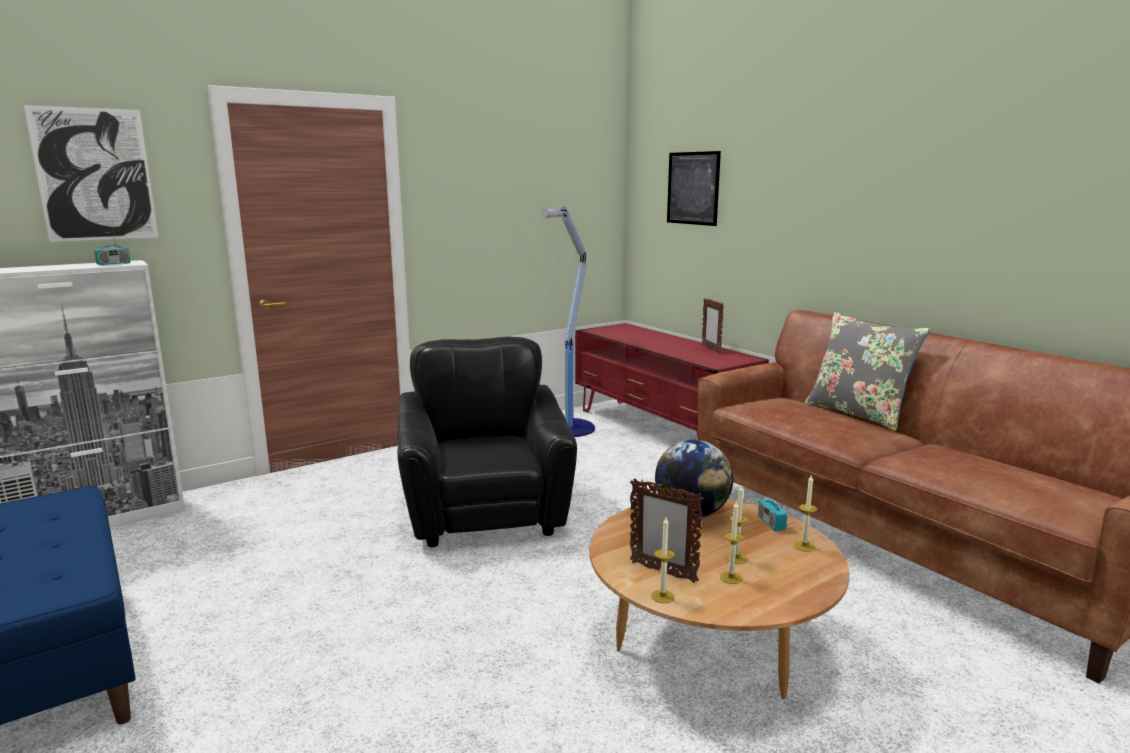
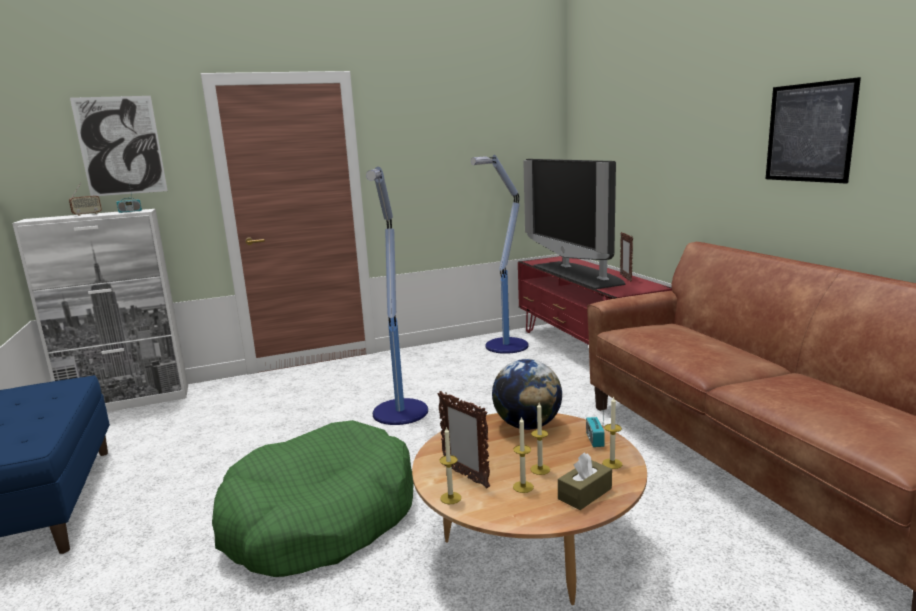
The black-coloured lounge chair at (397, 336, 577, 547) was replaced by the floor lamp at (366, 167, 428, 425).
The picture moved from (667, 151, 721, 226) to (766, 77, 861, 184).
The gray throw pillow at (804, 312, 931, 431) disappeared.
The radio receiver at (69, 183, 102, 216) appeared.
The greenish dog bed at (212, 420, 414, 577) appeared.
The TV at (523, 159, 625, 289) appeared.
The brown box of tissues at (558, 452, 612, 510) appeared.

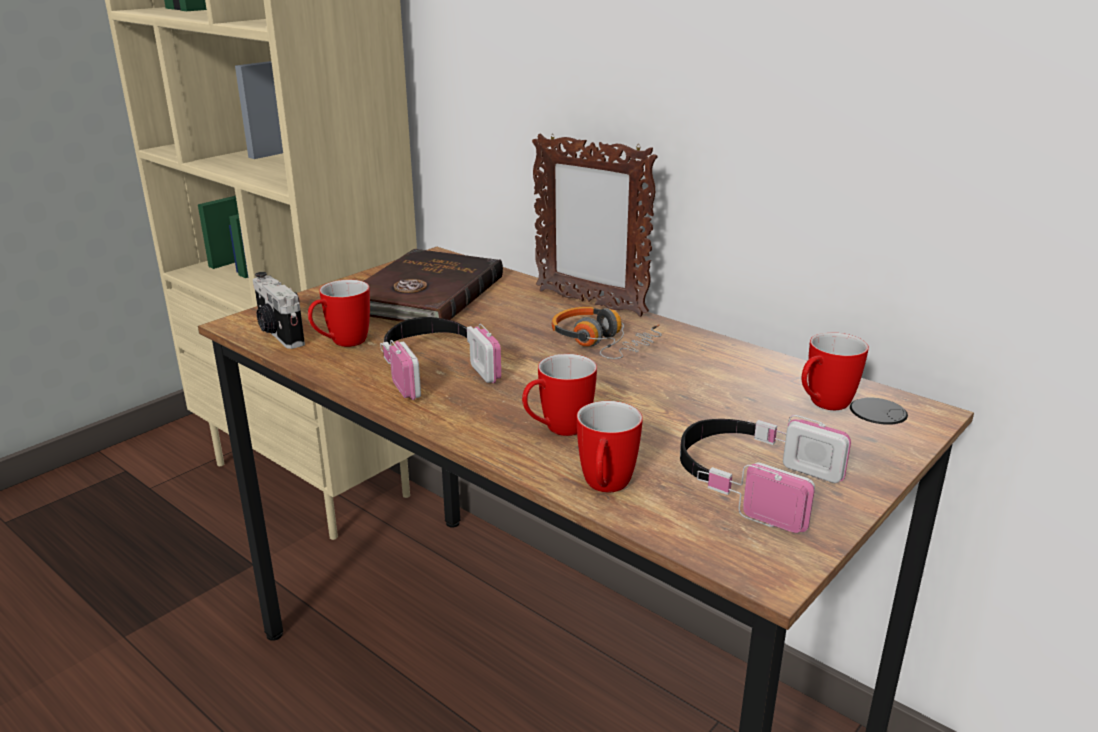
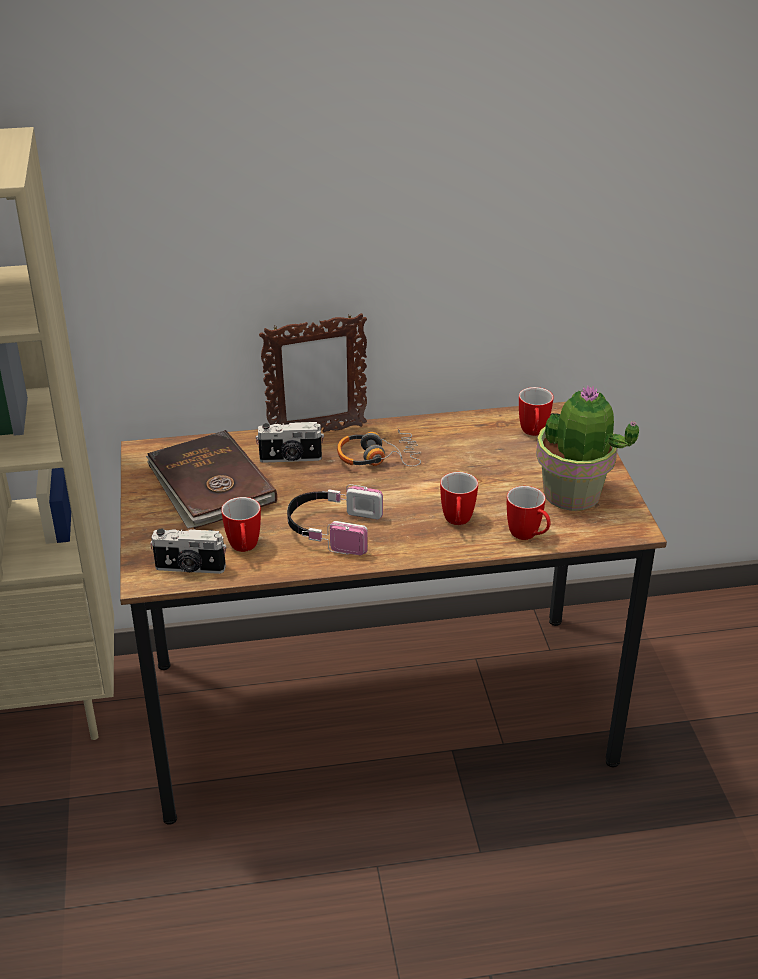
The headphones at (680, 415, 851, 533) was replaced by the potted plant at (536, 385, 639, 511).
The still camera at (256, 422, 324, 463) appeared.

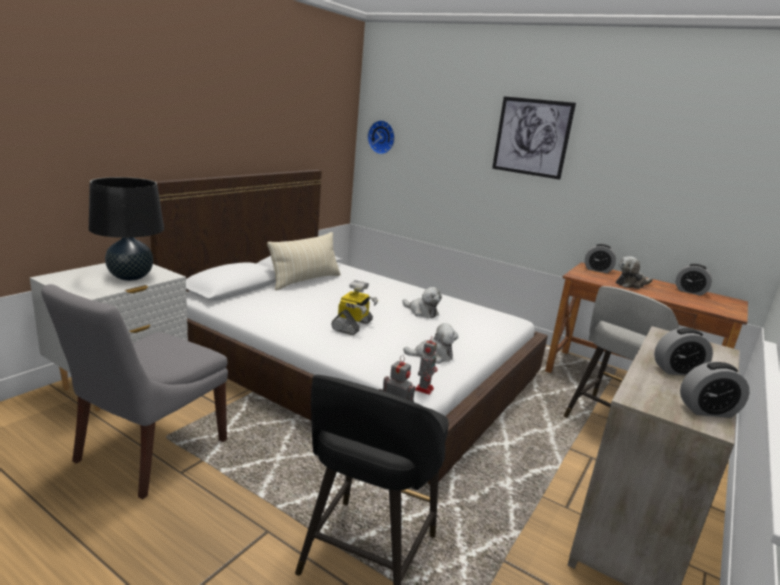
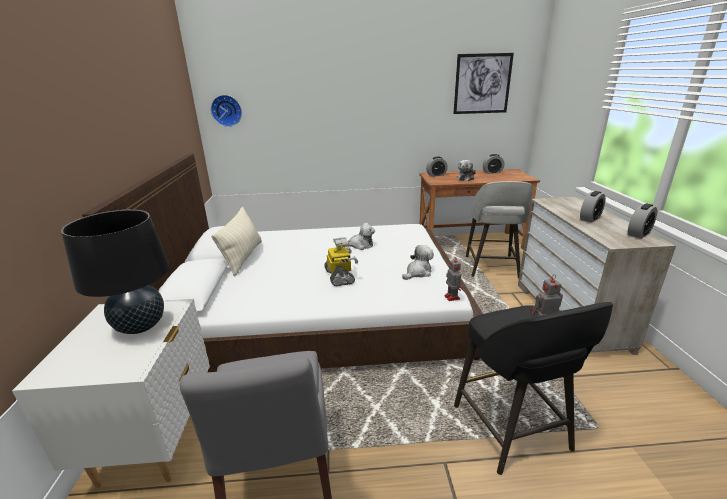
The picture moved from (492, 96, 576, 180) to (453, 53, 514, 114).

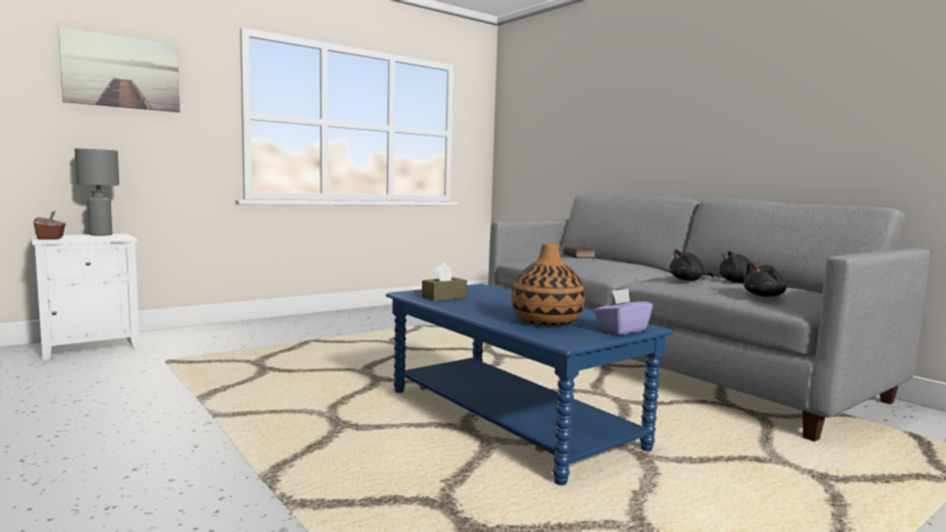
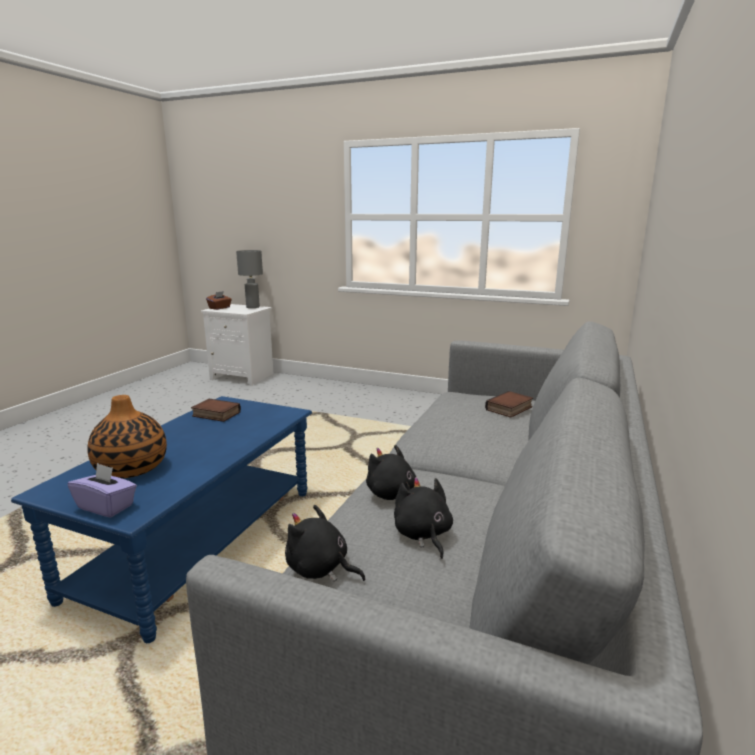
The picture at (58, 27, 180, 112) disappeared.
The brown box of tissues at (422, 263, 467, 301) was replaced by the volume at (191, 399, 241, 422).

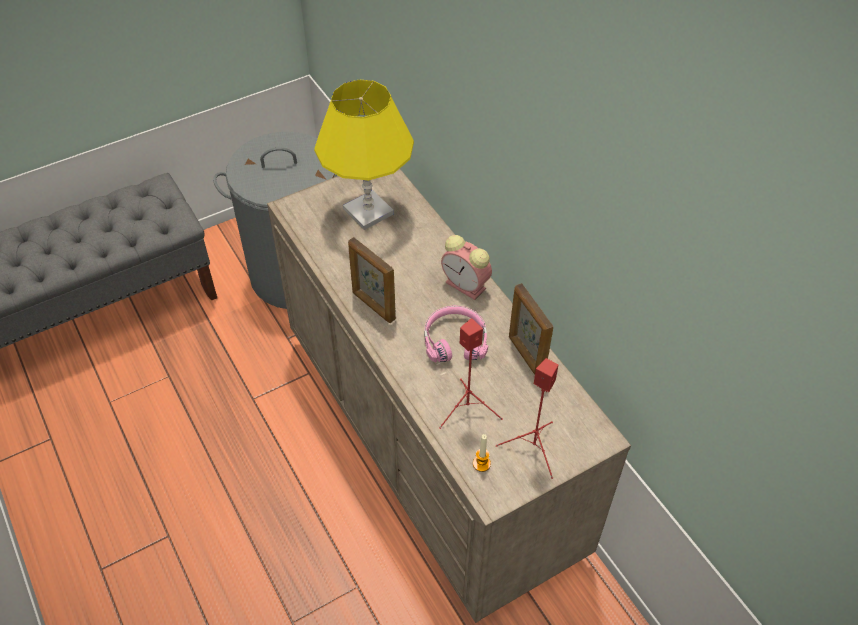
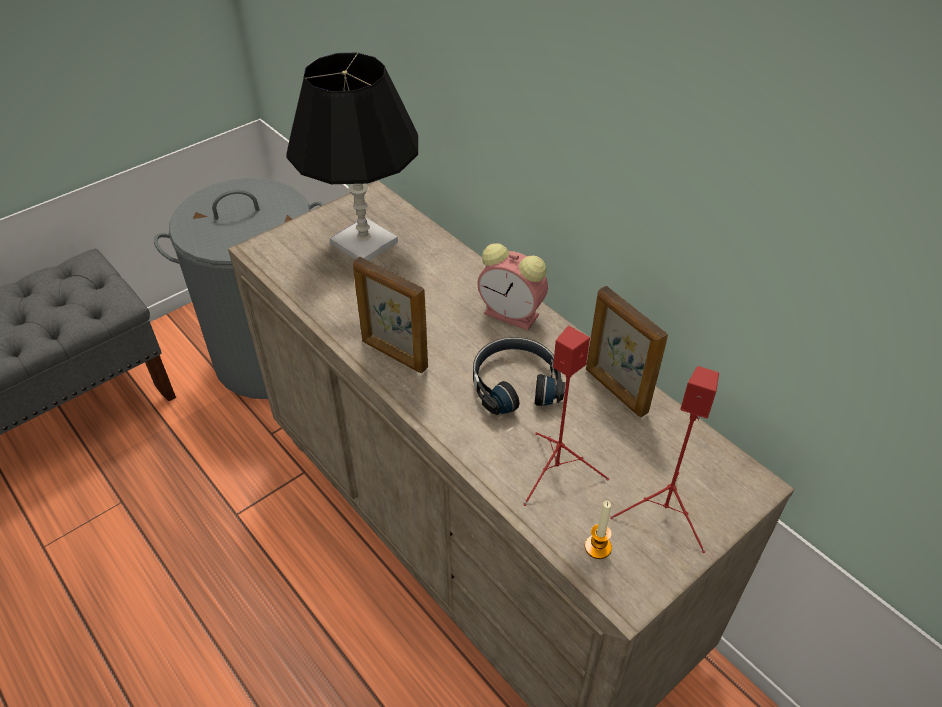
The yellowish tabletop lamp at (314, 79, 414, 230) became the black-coloured tabletop lamp at (286, 53, 418, 261).
The pinkish headphones at (425, 306, 488, 362) became the black-coloured headphones at (473, 337, 565, 415).

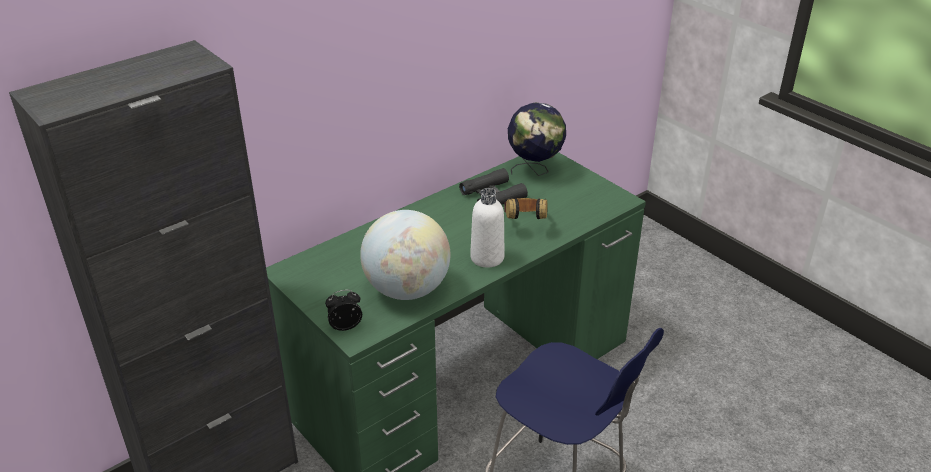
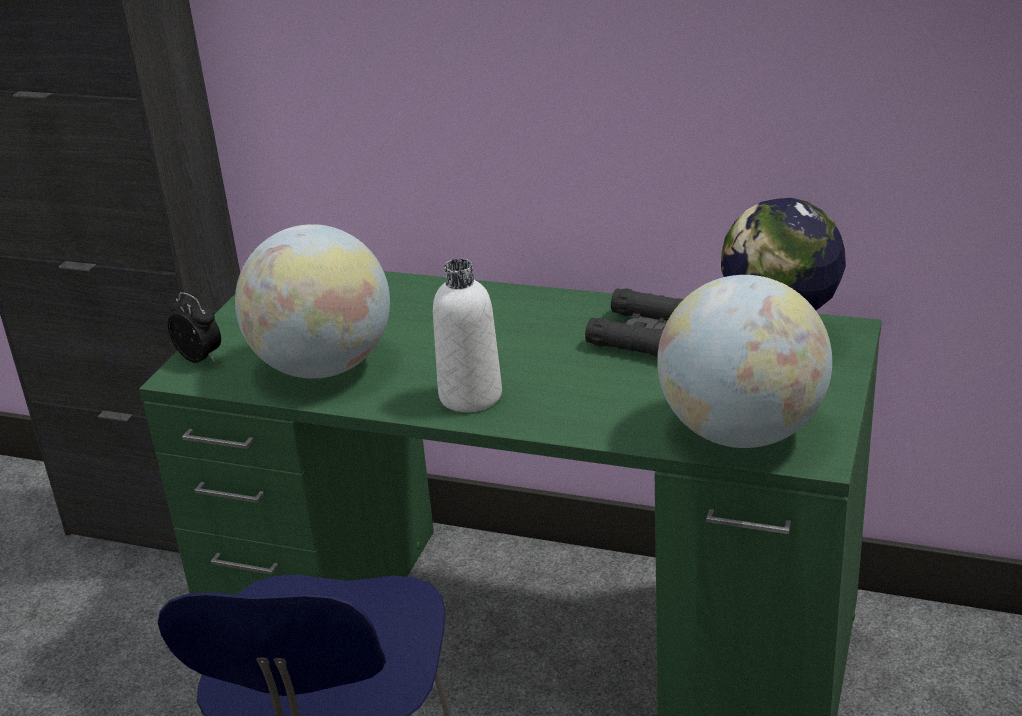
The headphones at (504, 198, 548, 219) disappeared.
The globe at (657, 275, 832, 448) appeared.

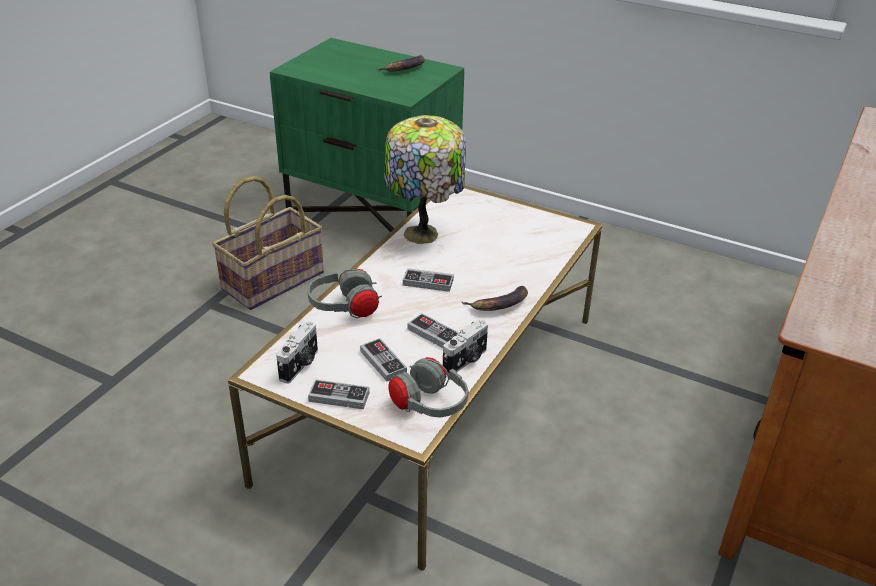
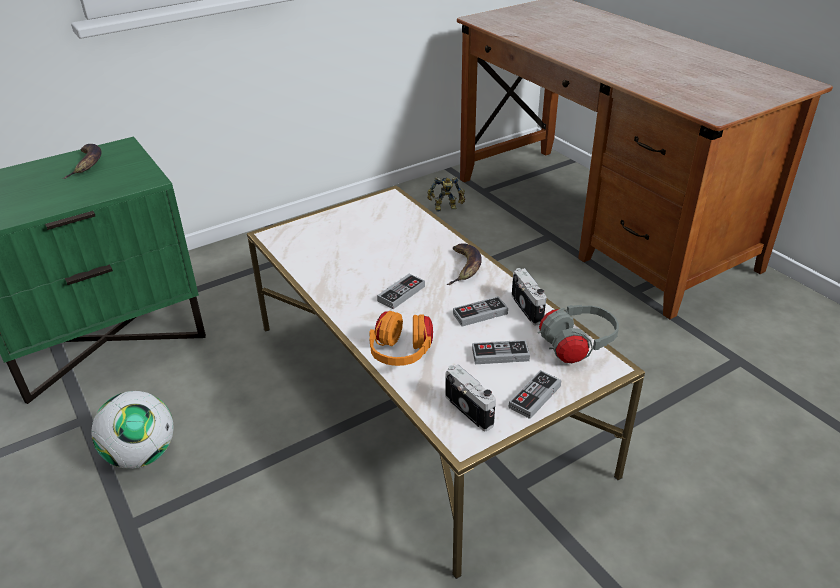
The basket at (212, 176, 324, 310) was replaced by the football at (91, 391, 174, 469).
The gray headphones at (308, 268, 382, 318) became the orange-coloured headphones at (369, 311, 433, 366).
The tabletop lamp at (384, 115, 466, 244) disappeared.
The toy robot at (427, 177, 465, 212) appeared.

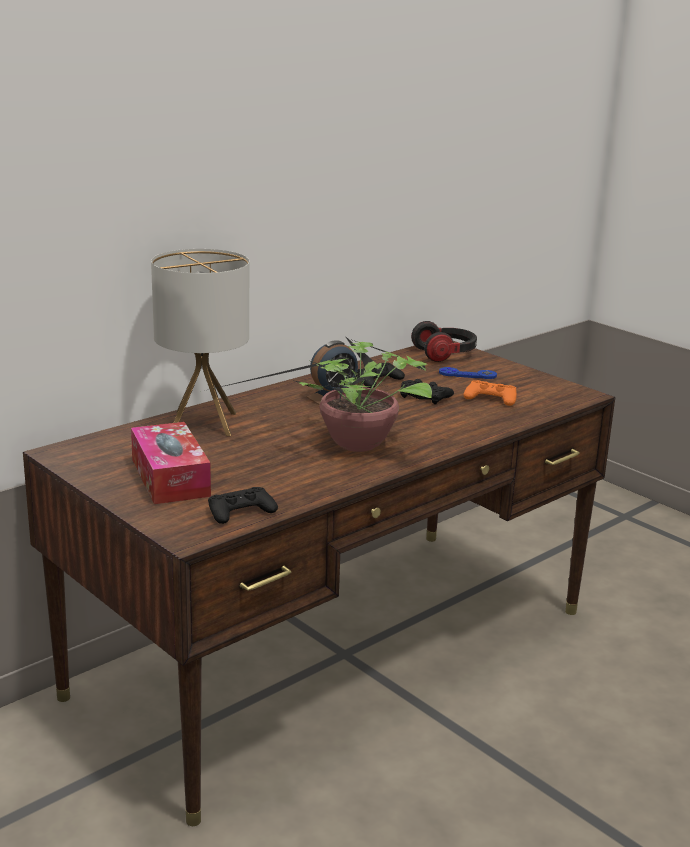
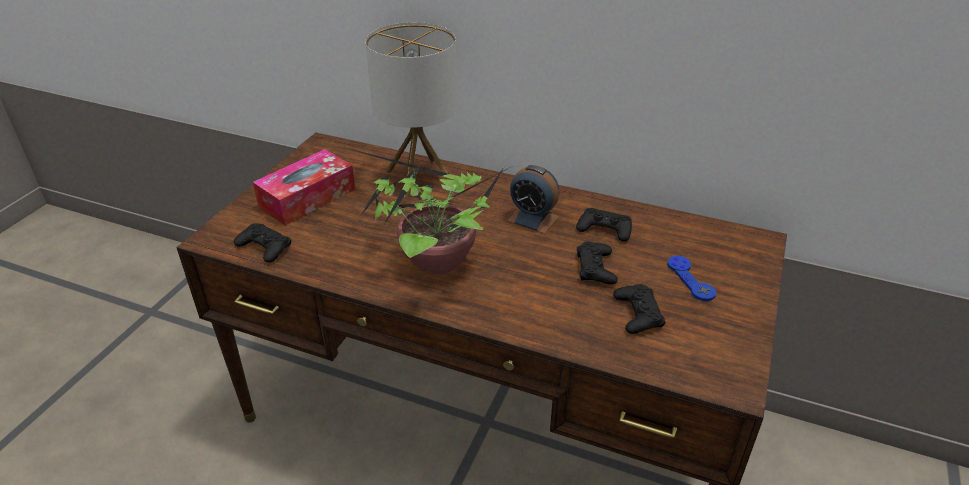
The headphones at (411, 321, 477, 362) disappeared.
The orange-coloured joypad at (463, 380, 517, 406) became the black-coloured joypad at (613, 284, 666, 334).

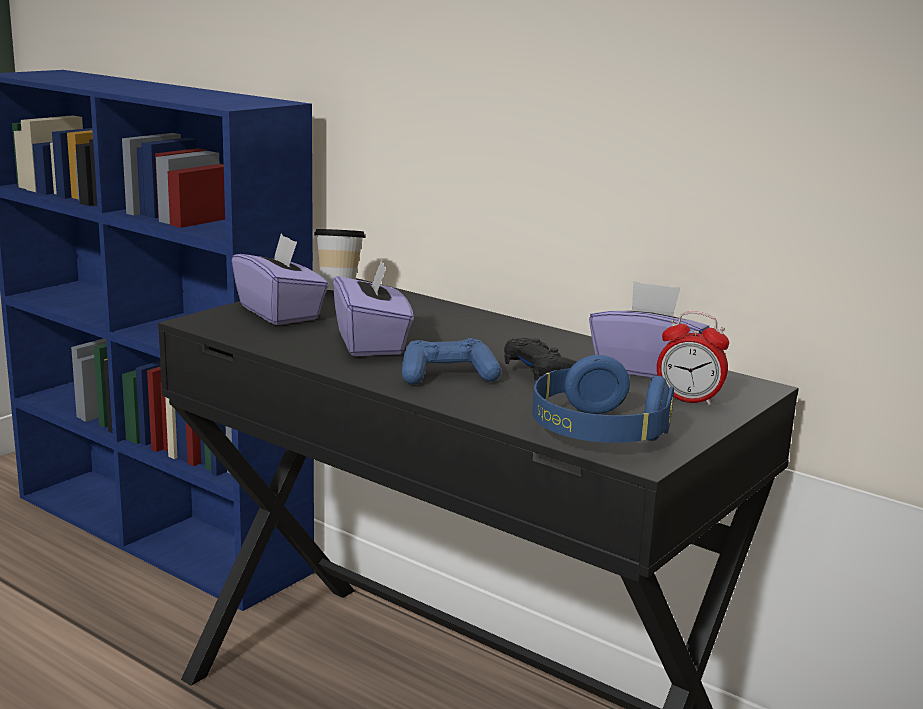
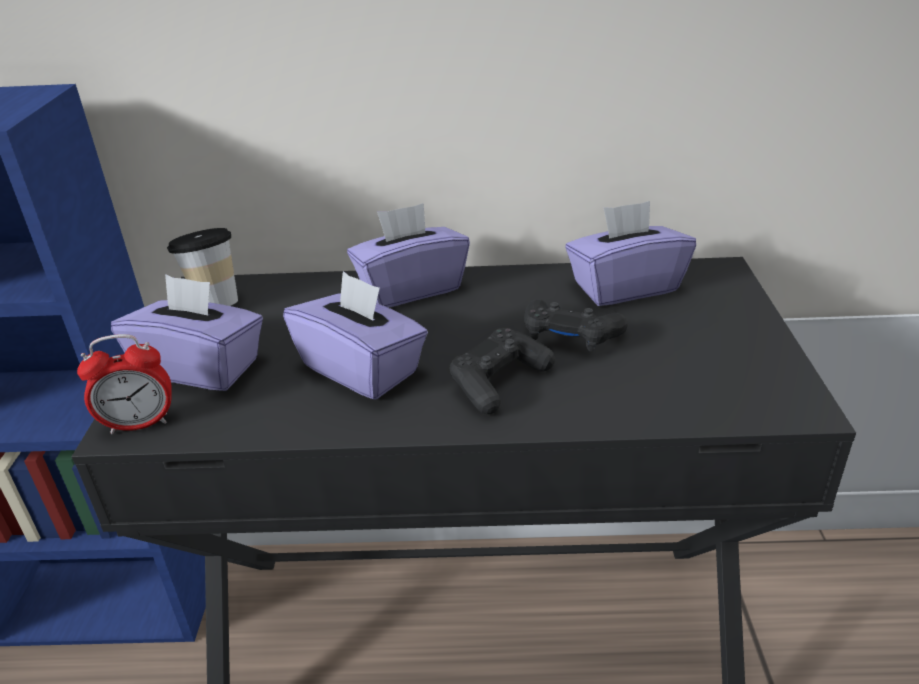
The bluish joypad at (402, 338, 501, 385) became the black-coloured joypad at (450, 328, 555, 414).
The bluish headphones at (532, 355, 674, 443) disappeared.
The alarm clock moved from (657, 311, 729, 406) to (77, 334, 172, 434).
The purple-coloured box of tissues at (347, 203, 470, 307) appeared.

